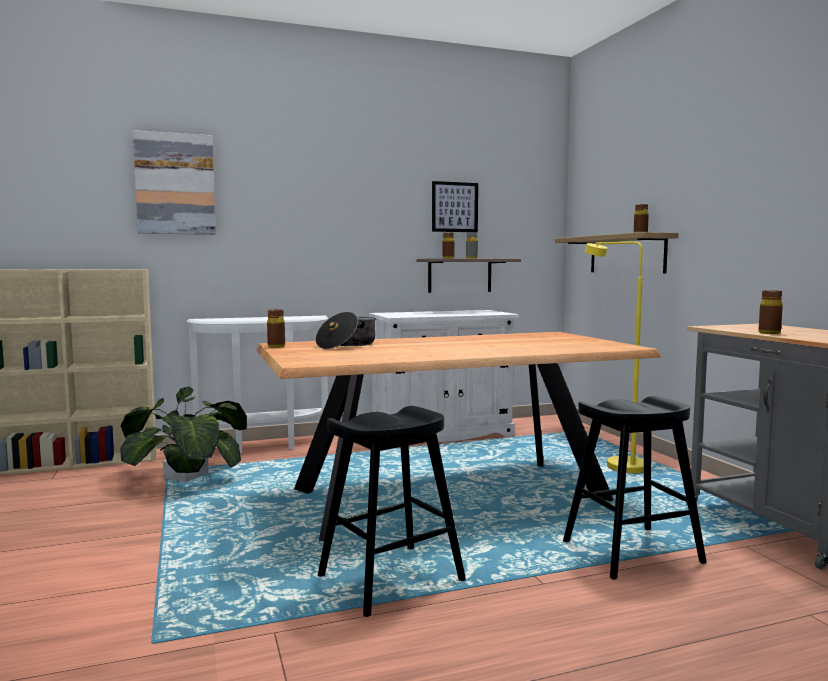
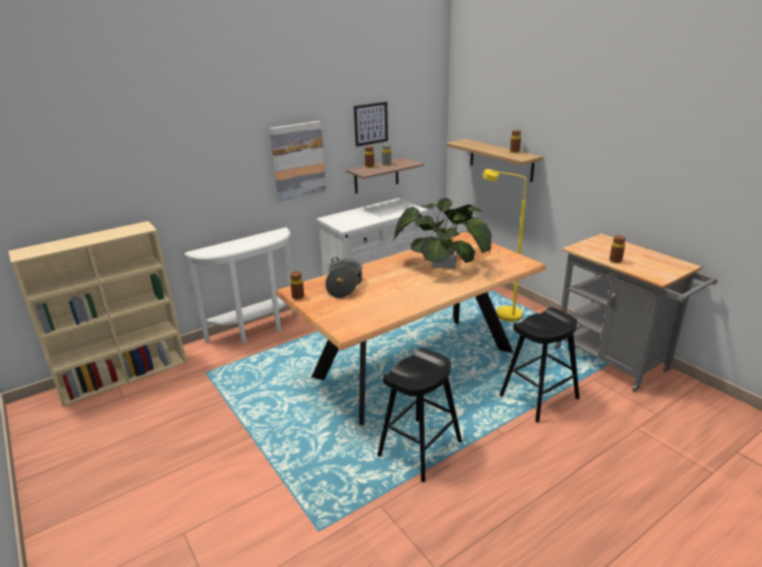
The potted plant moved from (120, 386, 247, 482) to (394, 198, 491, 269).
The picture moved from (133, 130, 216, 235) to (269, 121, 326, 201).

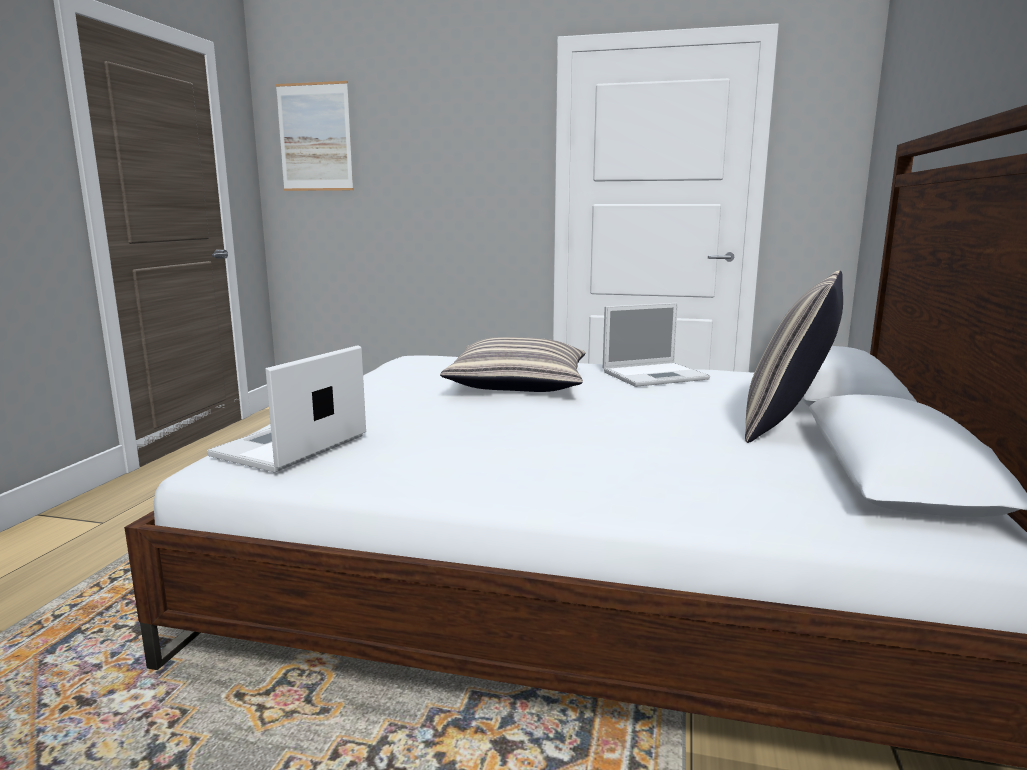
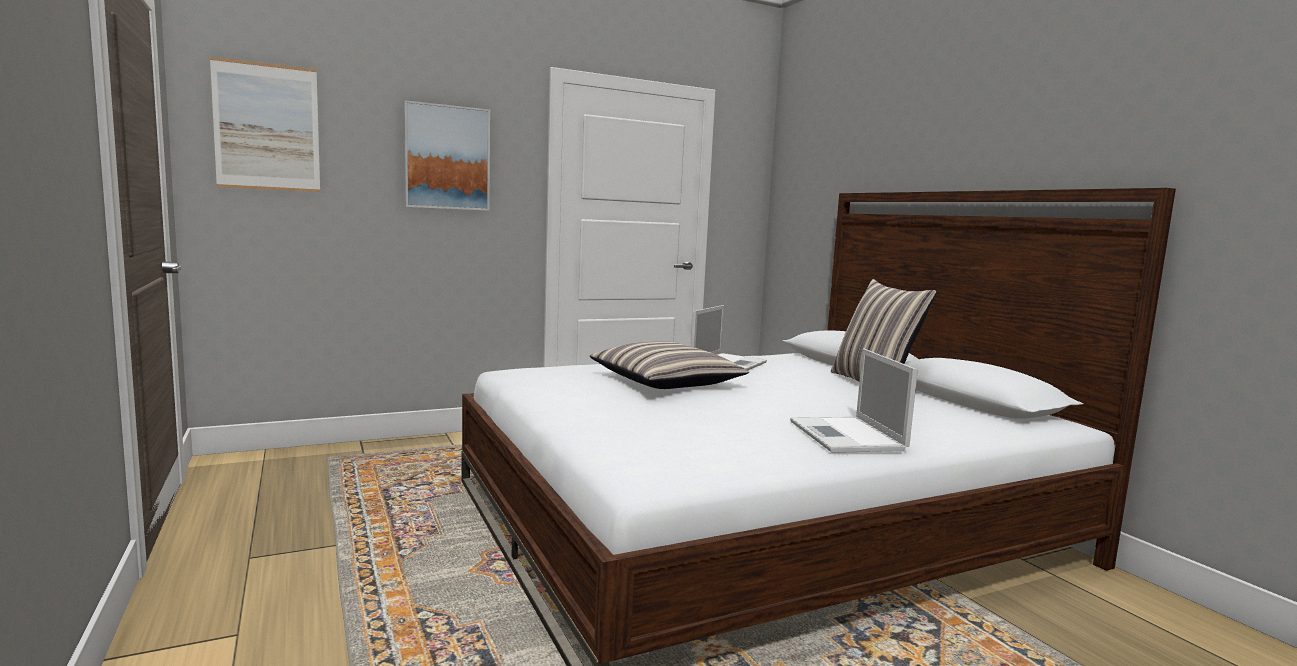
The portable computer moved from (207, 345, 366, 473) to (790, 348, 918, 453).
The picture at (404, 100, 490, 211) appeared.

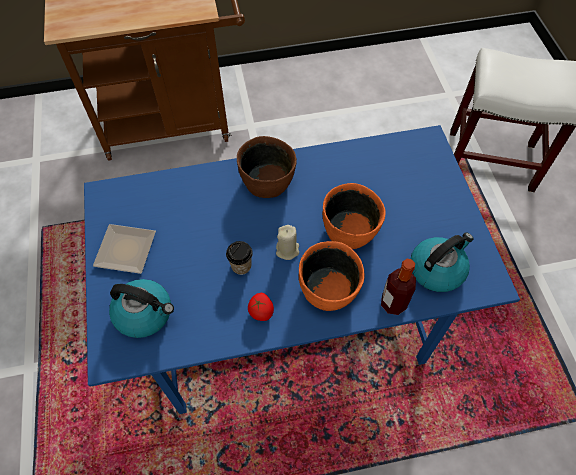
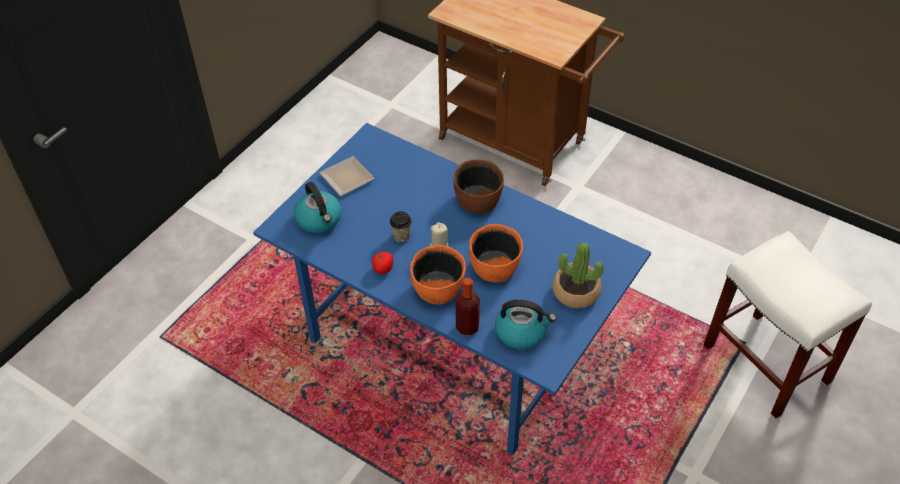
The potted plant at (552, 242, 604, 309) appeared.

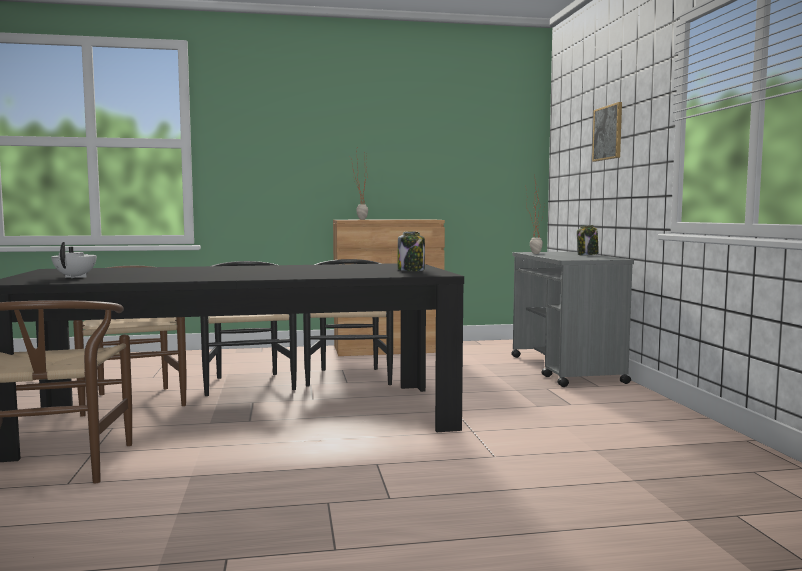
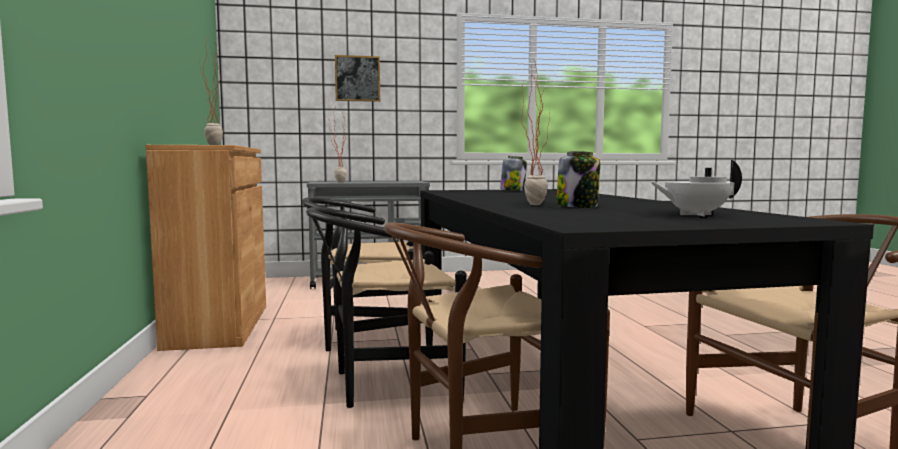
The preserve jar moved from (577, 225, 599, 255) to (557, 151, 600, 208).
The potted plant at (521, 58, 550, 205) appeared.

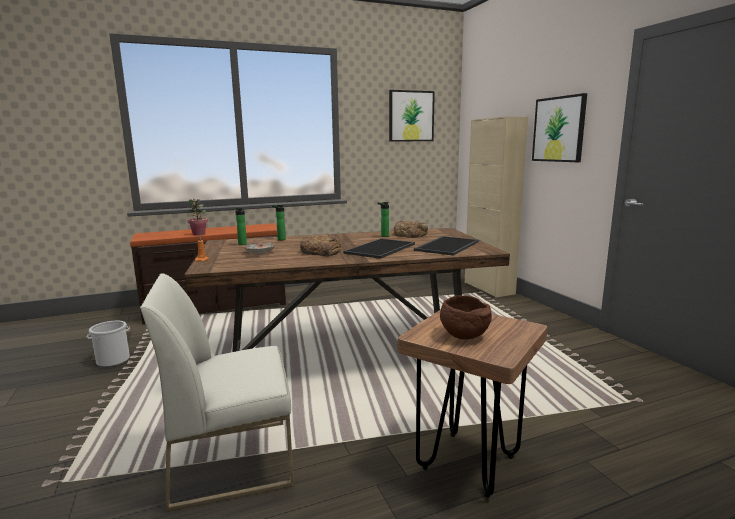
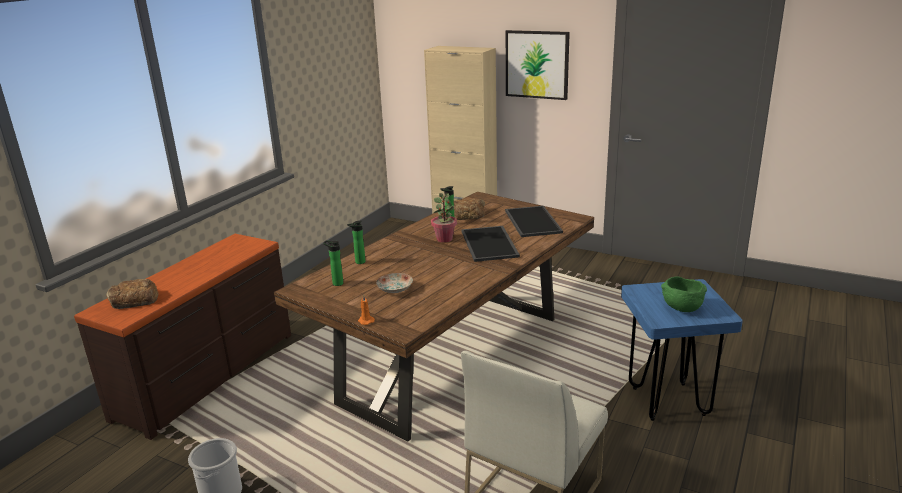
The potted plant moved from (188, 199, 208, 236) to (431, 193, 457, 243).
The baked bread moved from (300, 235, 341, 256) to (106, 279, 159, 309).
The picture at (389, 90, 435, 142) disappeared.
The brown stool at (398, 309, 547, 497) became the bluish stool at (621, 279, 742, 421).
The brown bowl at (440, 295, 492, 340) became the greenish bowl at (661, 276, 707, 312).

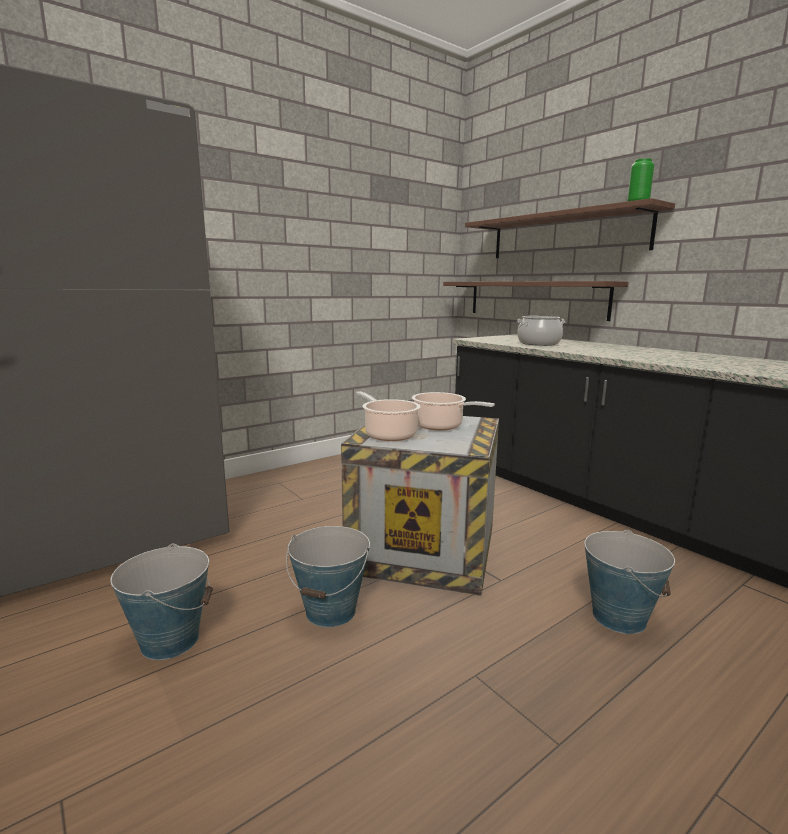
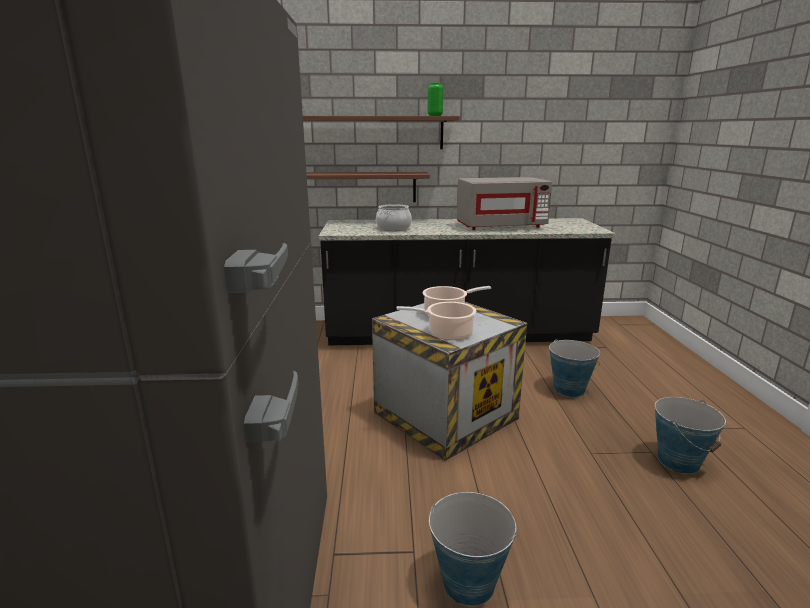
The pail moved from (286, 526, 370, 628) to (655, 397, 726, 474).
The gray kitchen microwave at (457, 177, 552, 230) appeared.

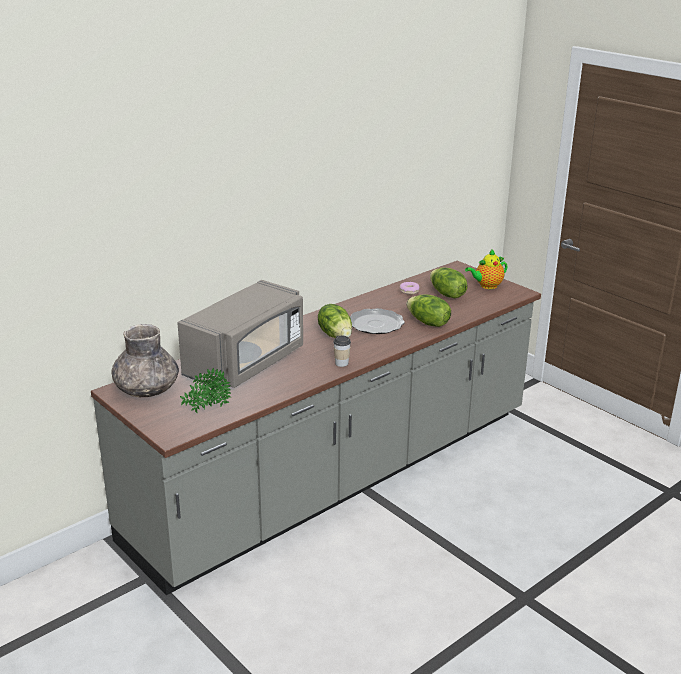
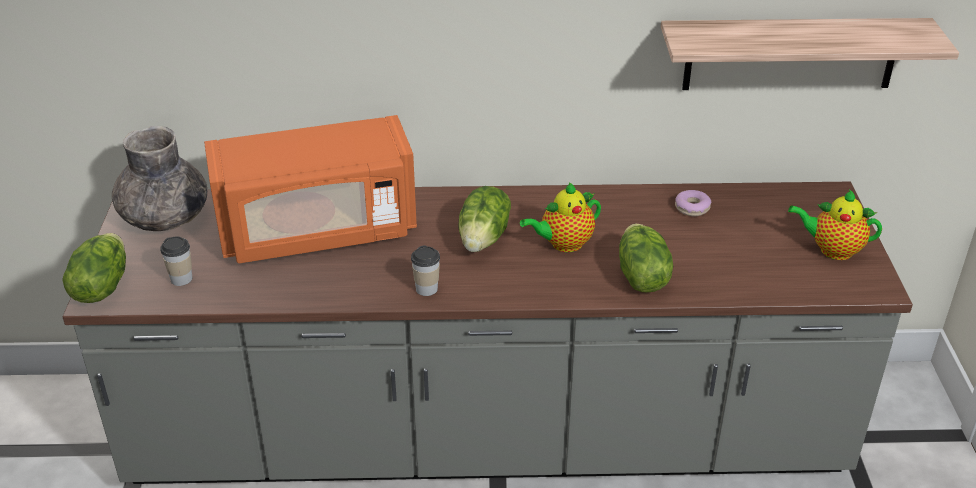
The gray kitchen microwave at (177, 280, 303, 388) became the orange-coloured kitchen microwave at (204, 115, 417, 263).
The potted plant at (180, 368, 231, 413) was replaced by the small cup at (160, 237, 192, 286).
The plate at (350, 308, 405, 334) was replaced by the teapot at (520, 183, 601, 252).
The head of lettuce moved from (430, 267, 468, 298) to (62, 233, 126, 303).
The bracket shelf at (661, 18, 959, 90) appeared.

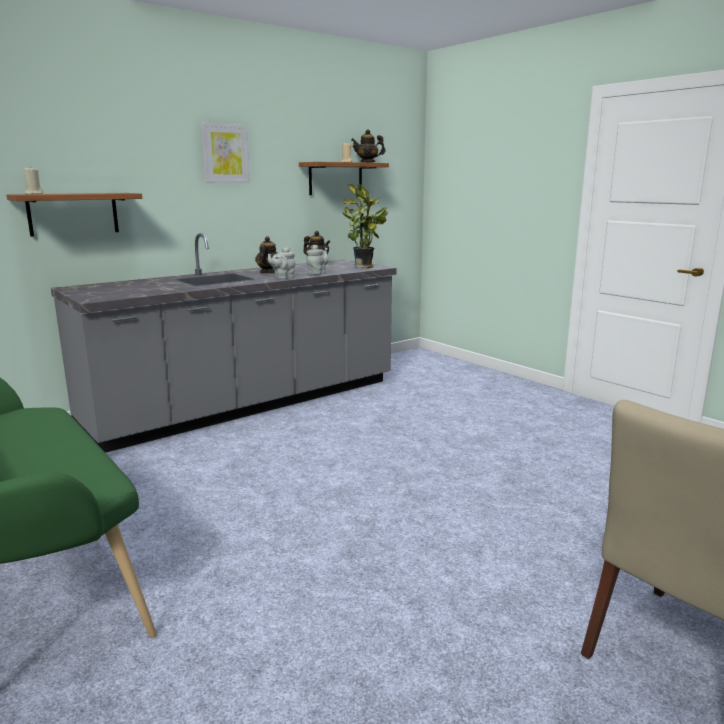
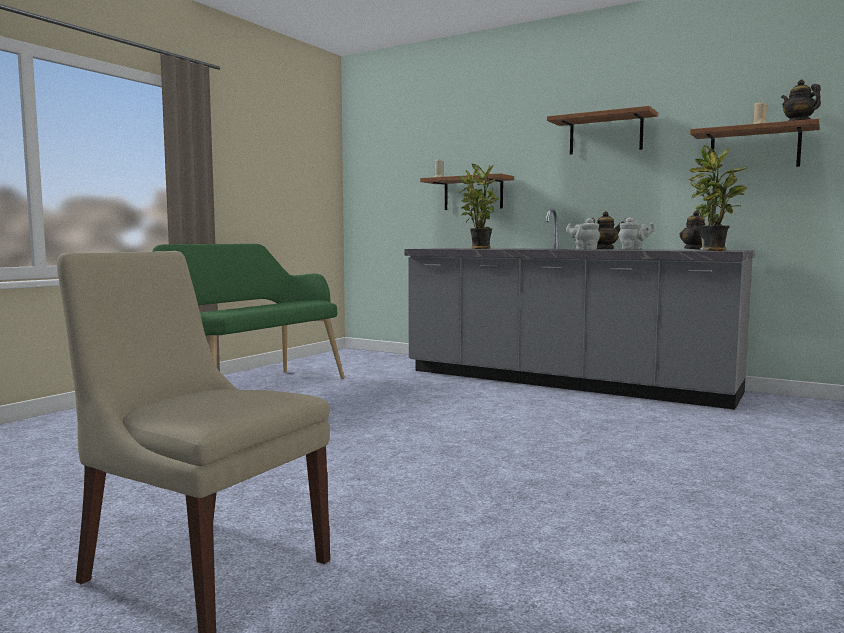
The picture at (201, 123, 250, 183) was replaced by the bracket shelf at (547, 106, 658, 155).
The potted plant at (457, 164, 500, 249) appeared.

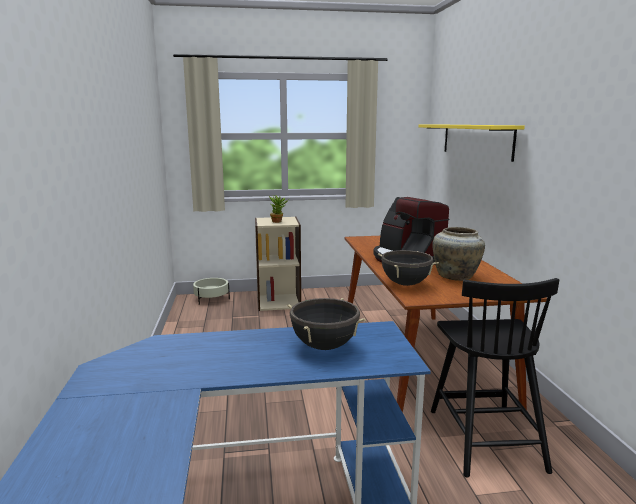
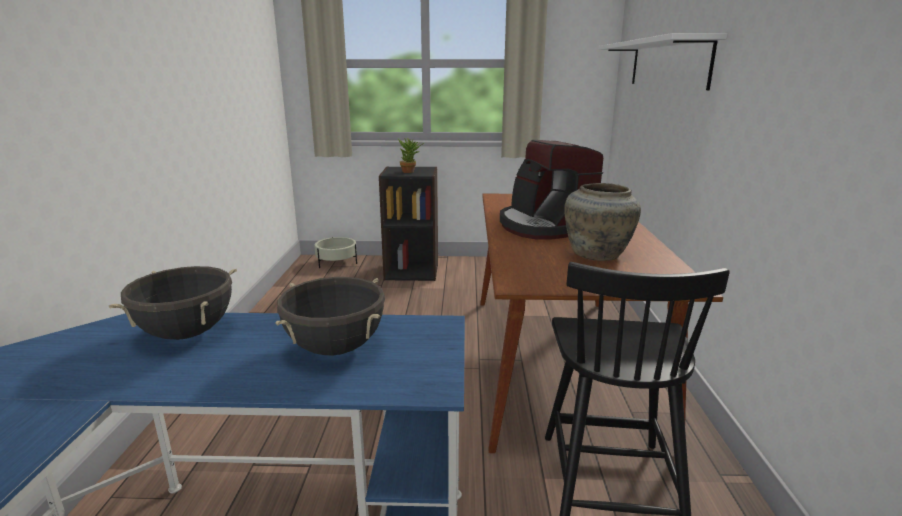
The beige shelving unit at (255, 217, 301, 311) became the black-coloured shelving unit at (379, 166, 438, 281).
The black-coloured cooking pot moved from (378, 250, 439, 286) to (108, 266, 237, 340).
The yellowish bracket shelf at (418, 125, 525, 162) became the white bracket shelf at (598, 33, 728, 90).

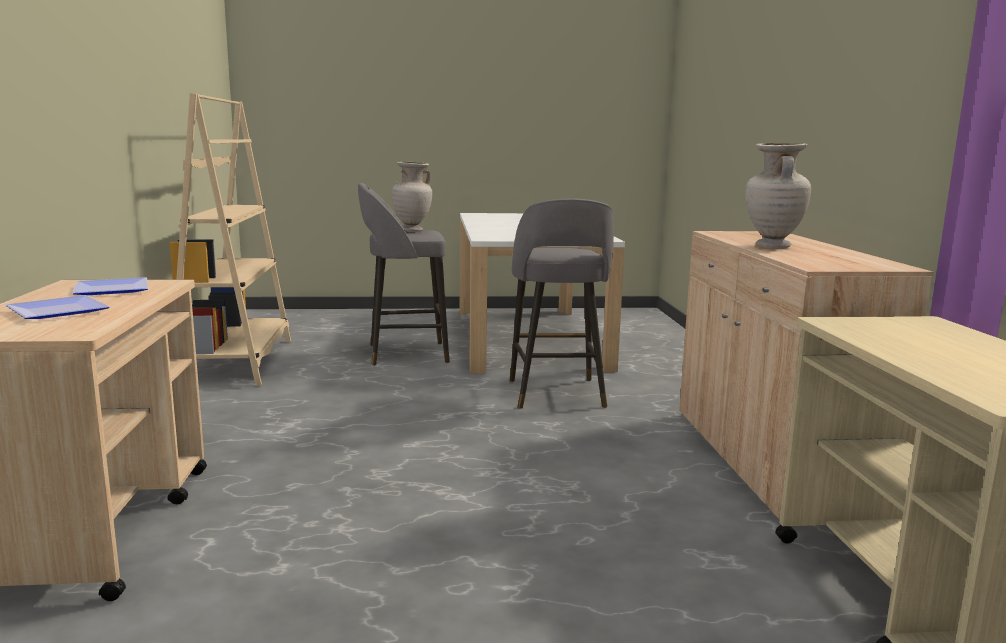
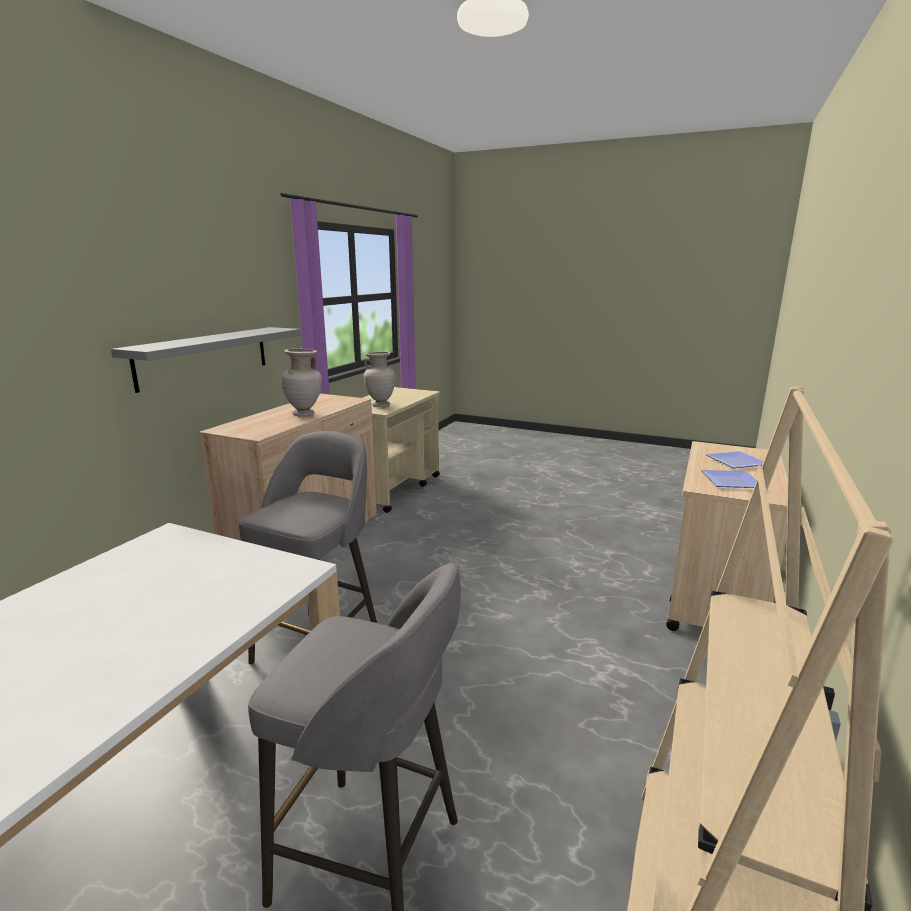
The beige vase moved from (392, 162, 432, 232) to (364, 352, 396, 407).
The gray bracket shelf at (111, 327, 301, 393) appeared.

